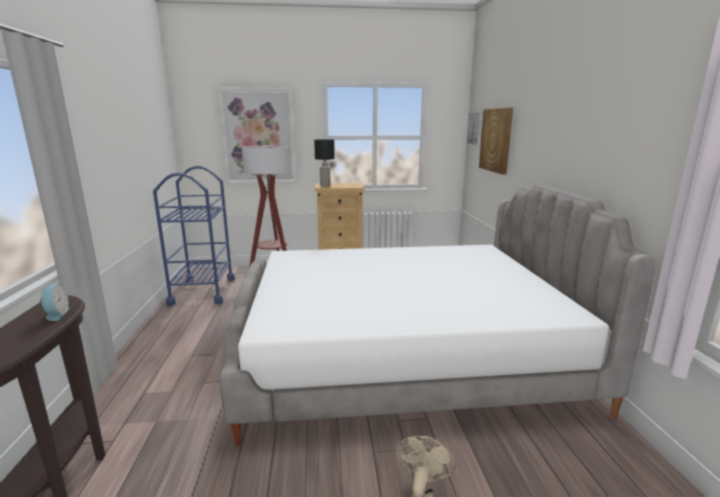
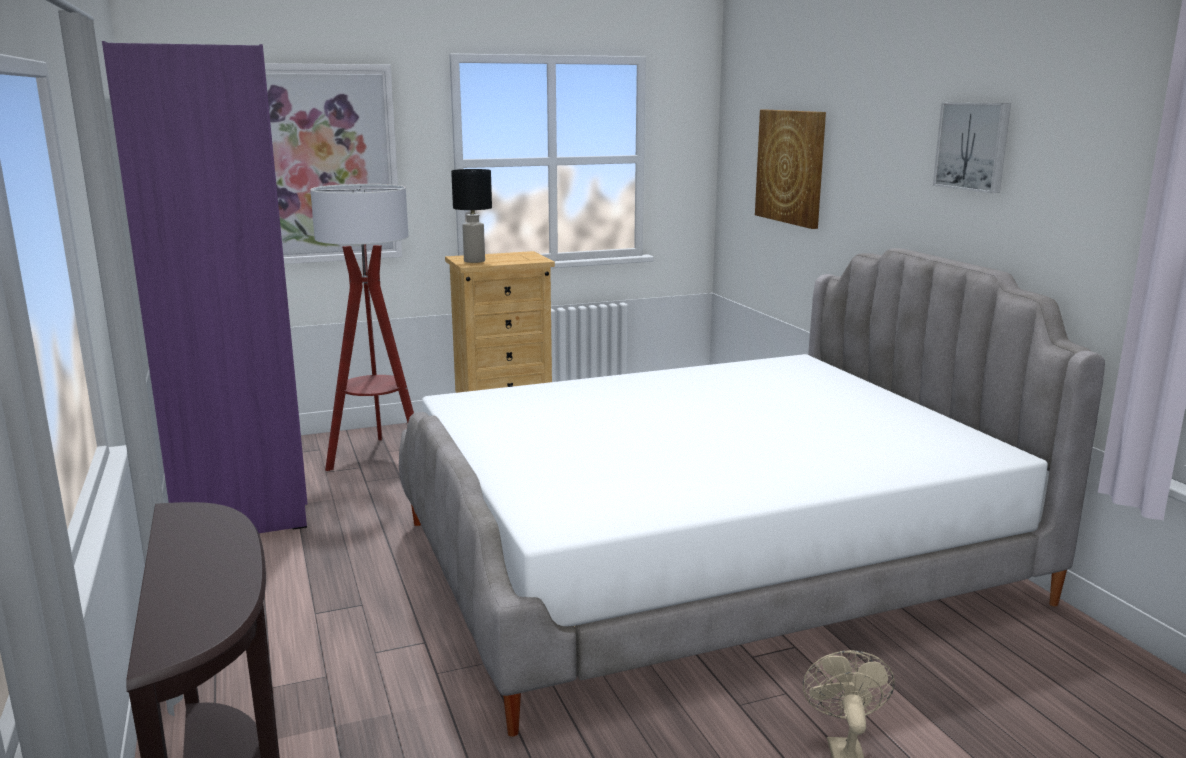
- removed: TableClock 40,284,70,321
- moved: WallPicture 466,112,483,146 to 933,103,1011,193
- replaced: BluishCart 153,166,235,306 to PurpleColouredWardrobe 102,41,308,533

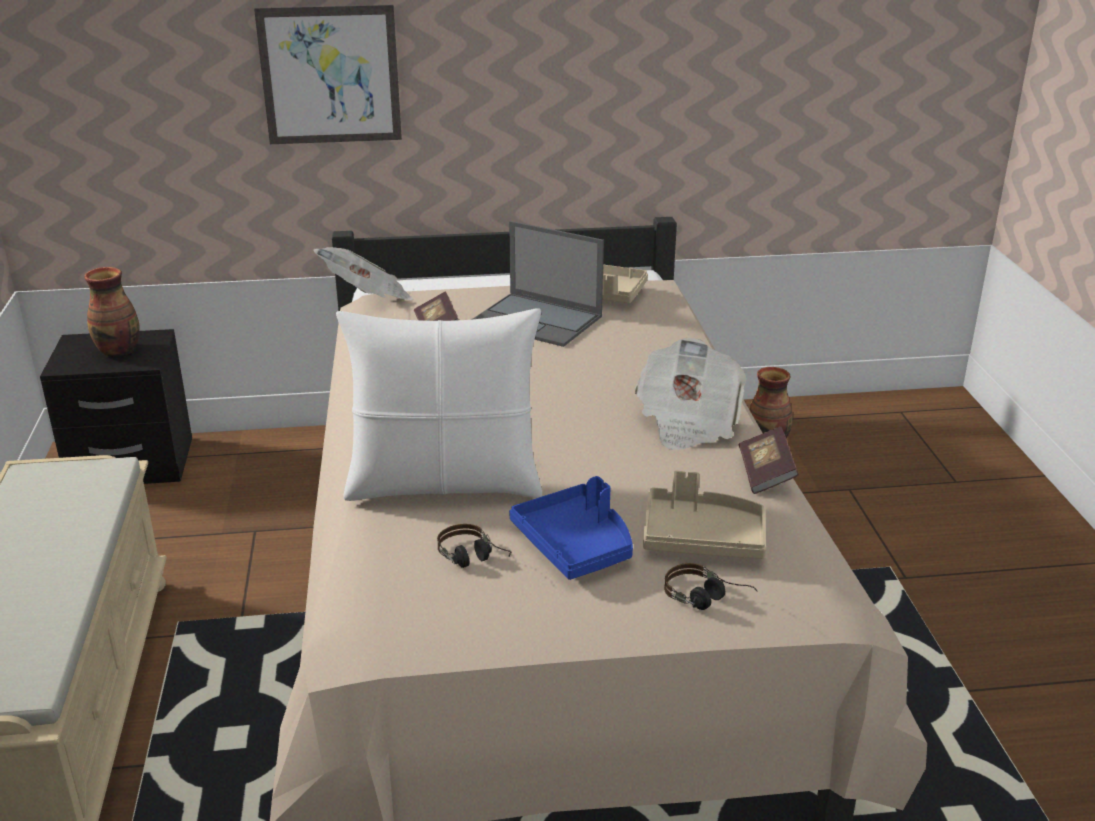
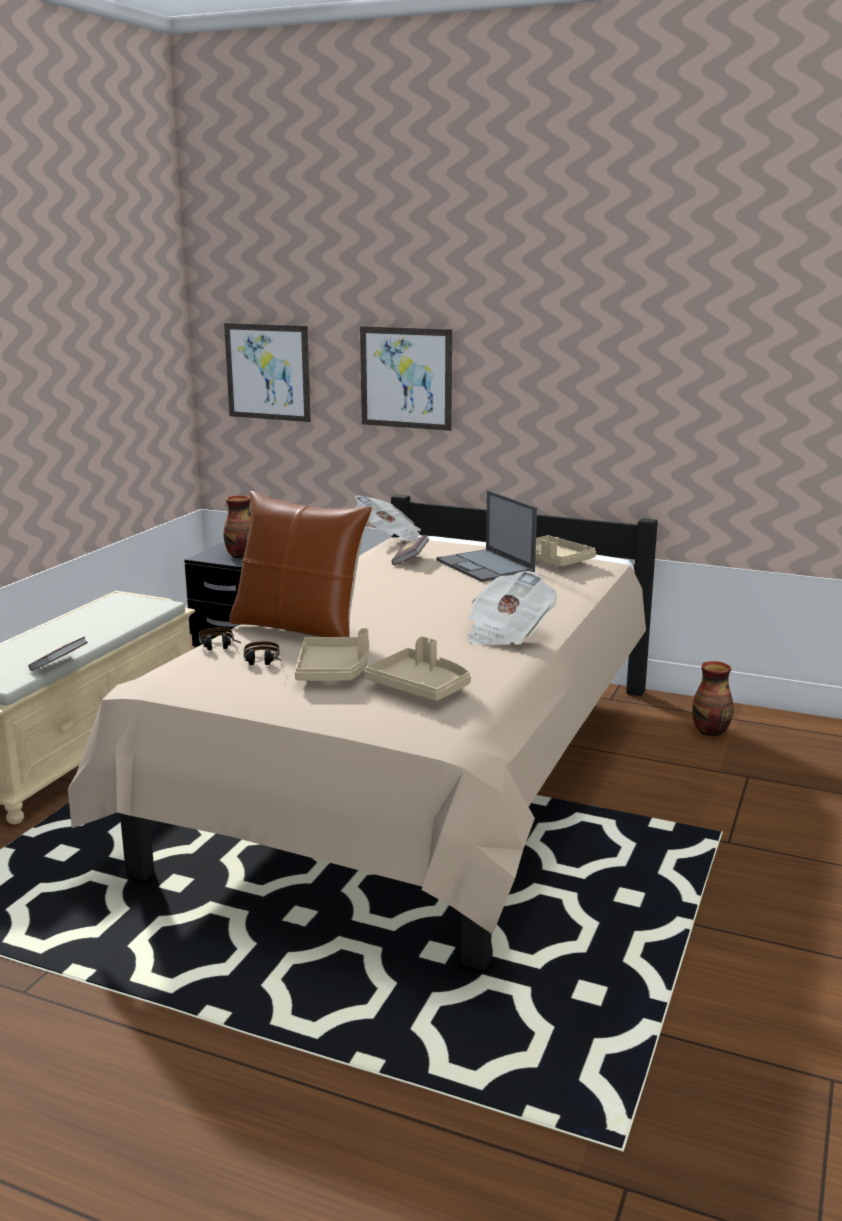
- added: WallPicture 224,323,311,422
- moved: PairOfHeadphones 664,563,758,610 to 199,627,241,650
- moved: Volume 739,426,798,494 to 28,637,88,671
- recoloured: WhiteThrowPillow 336,308,542,501 to BrownishThrowPillow 229,491,372,637
- recoloured: BluishCarryingTray 509,476,633,580 to BeigeCarryingTray 295,628,369,681

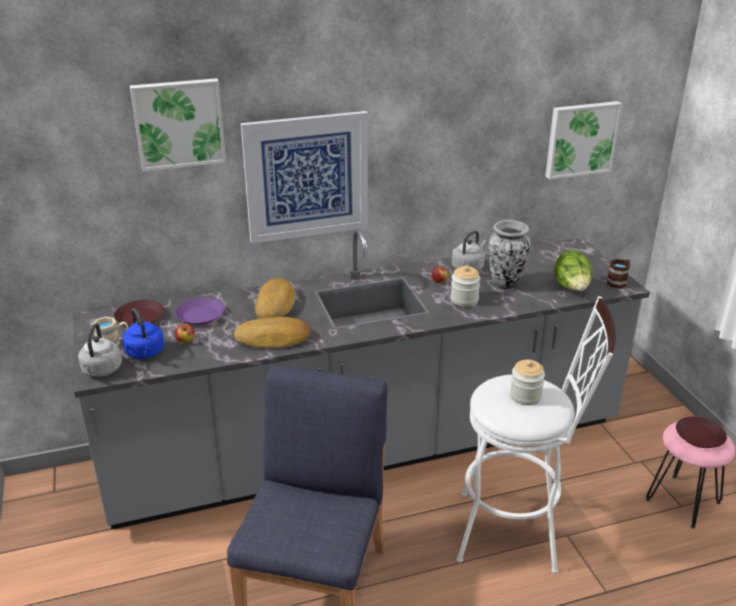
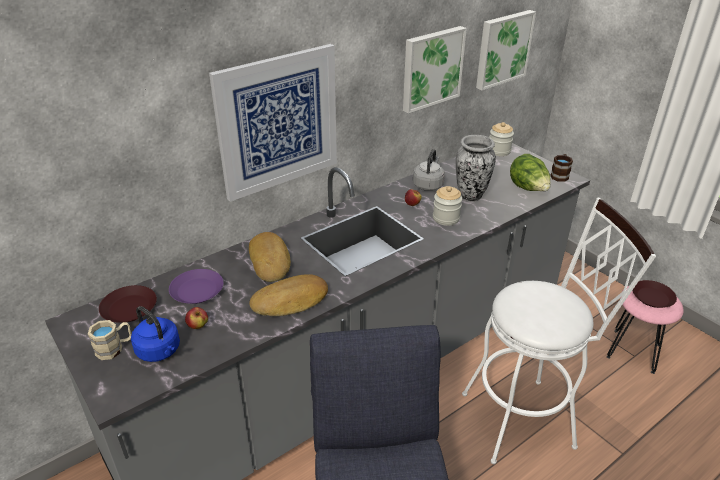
- removed: GreyTeaKettle 78,323,122,377
- moved: WallPicture 130,78,226,172 to 403,26,467,113
- moved: Jar 510,360,545,405 to 489,122,514,156

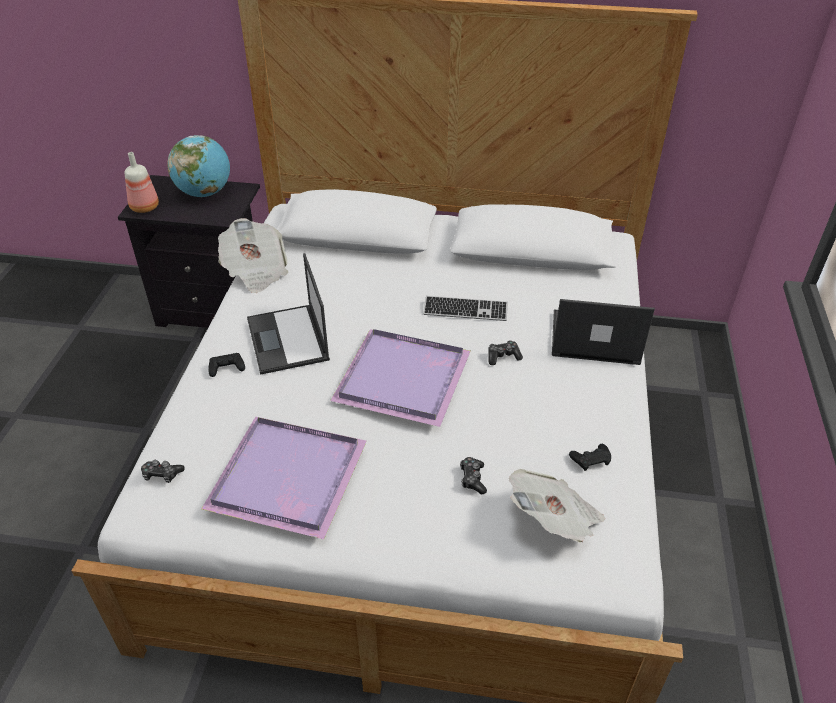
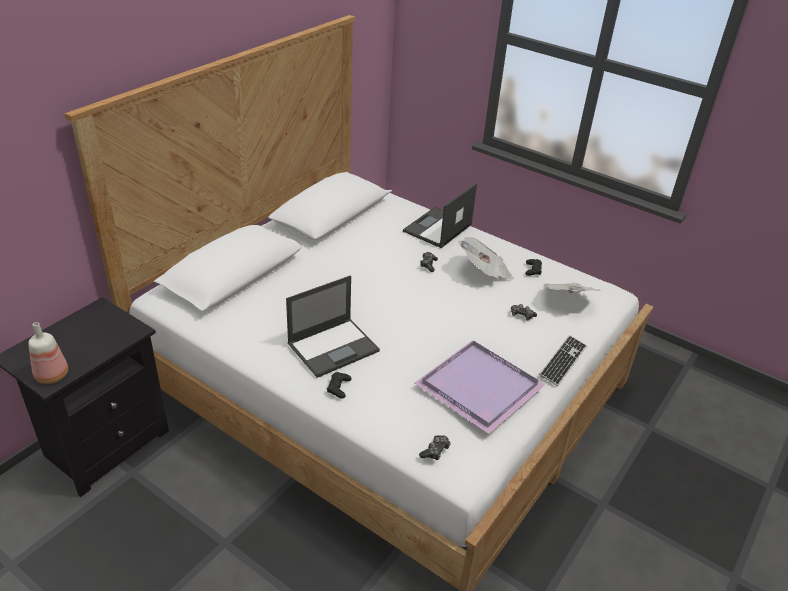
- removed: WorldGlobe 167,135,230,197
- removed: PurpleColouredCarryingTray 330,329,470,427
- moved: PrintedPaper 218,218,288,293 to 458,237,514,280
- moved: PcKeyboard 423,296,508,321 to 539,335,587,386
- turned: NotebookComputer 247,253,330,375 = 286,275,380,378 45 degrees counterclockwise

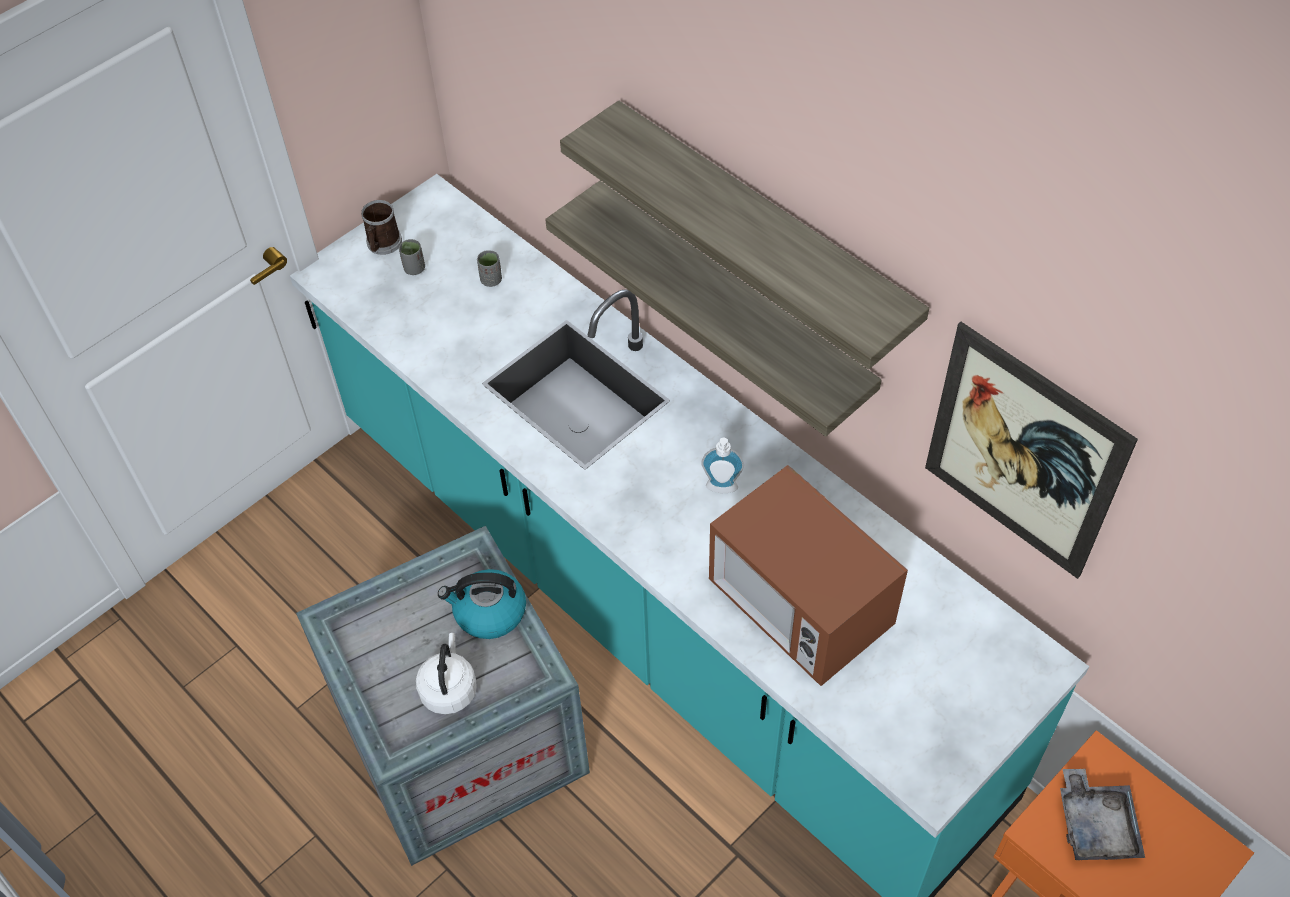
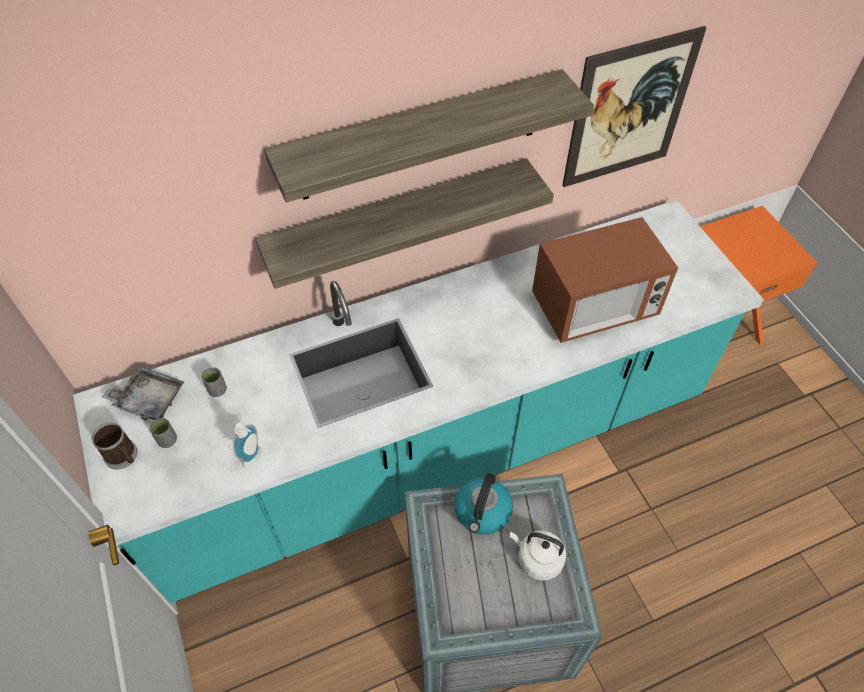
- moved: SoapBottle 701,438,744,493 to 233,423,261,468
- moved: GreyCarryingTray 1060,769,1145,860 to 102,366,184,420

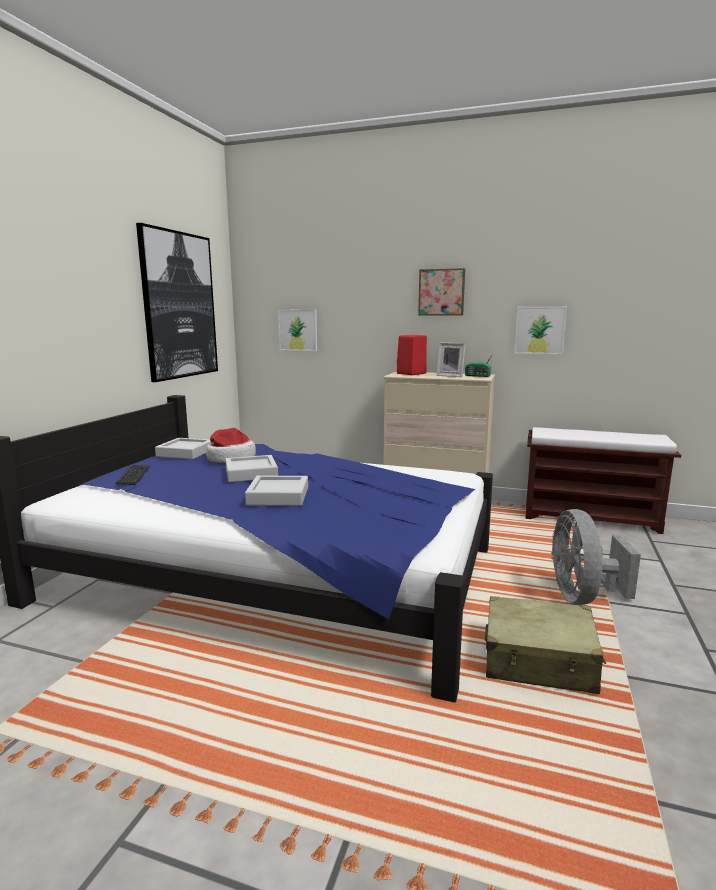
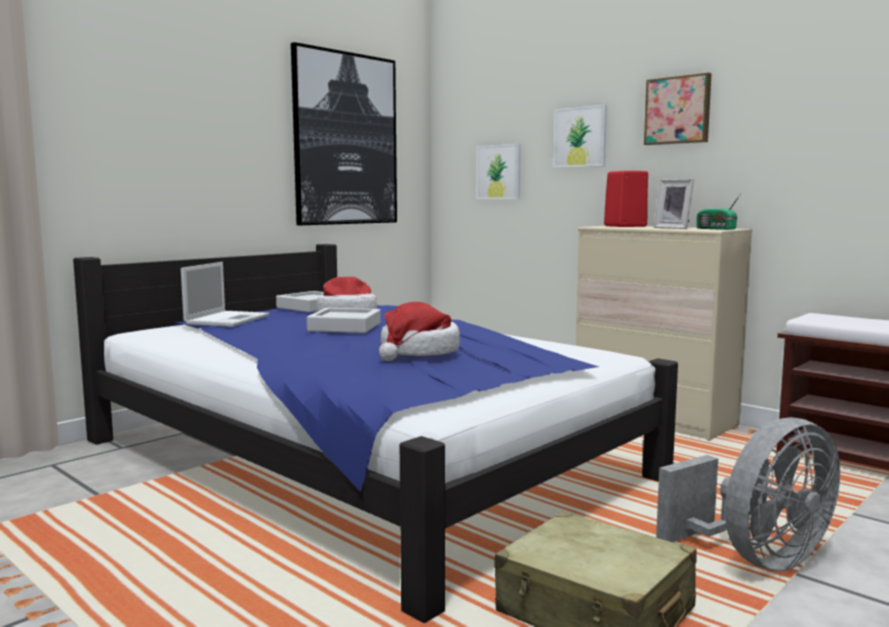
- removed: GreyCarryingTray 245,476,308,506
- added: Hat 379,302,460,361
- moved: WallPicture 514,307,567,355 to 553,105,607,168
- replaced: PcKeyboard 116,465,150,485 to NotebookComputer 181,262,269,327
- turned: GreyElectricFan 551,509,641,605 = 656,417,840,571 150 degrees counterclockwise

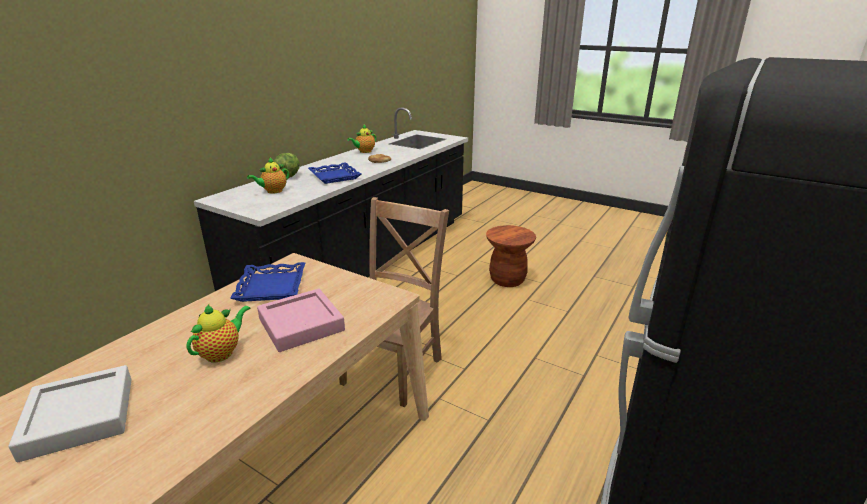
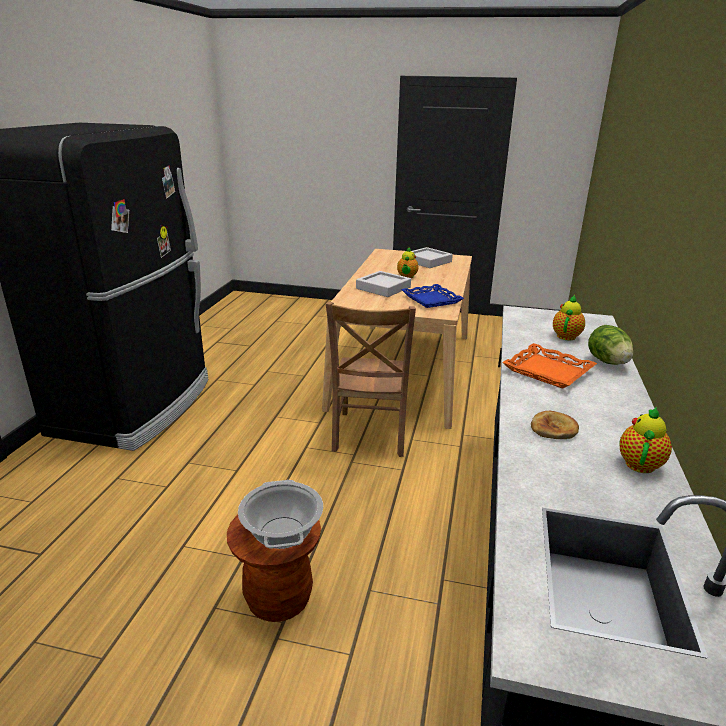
- added: CookingPot 238,480,323,549
- recoloured: PinkColouredCarryingTray 257,289,345,352 to GreyCarryingTray 356,271,411,297
- recoloured: BluishCarryingTray 308,162,361,184 to OrangeyCarryingTray 502,343,597,389

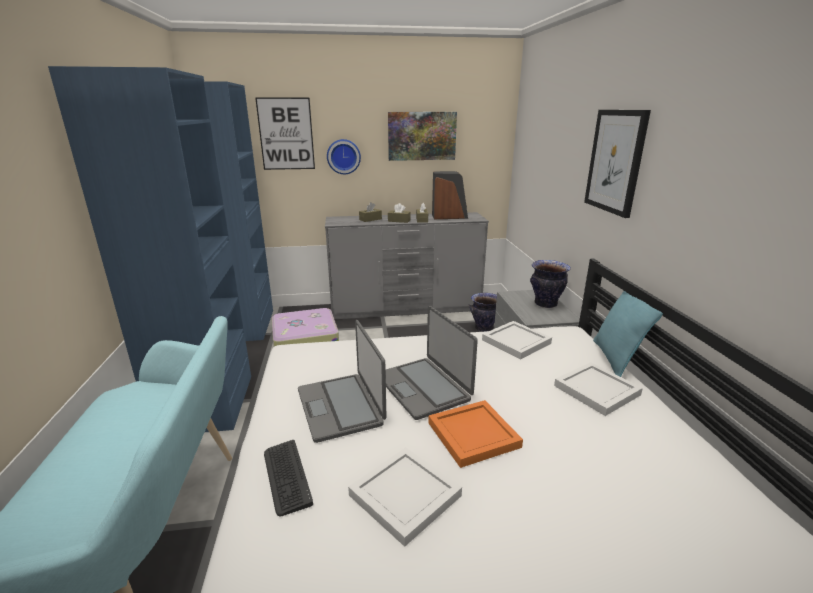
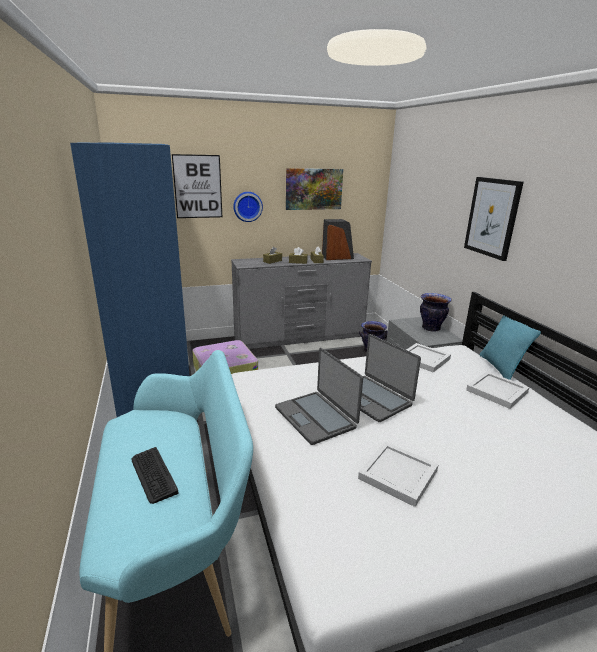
- removed: OrangeyCarryingTray 428,400,523,468
- moved: PcKeyboard 264,440,313,516 to 132,447,178,504

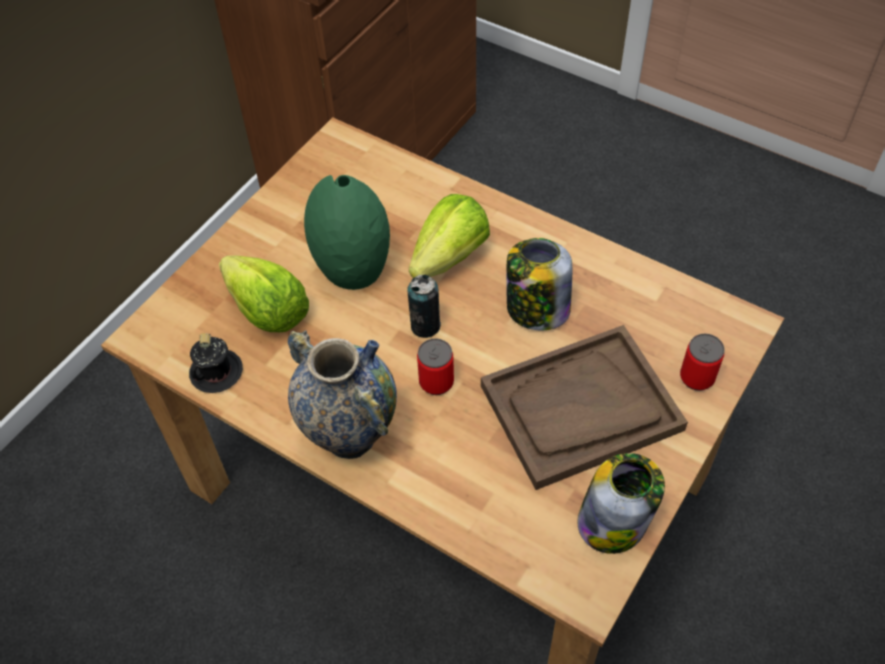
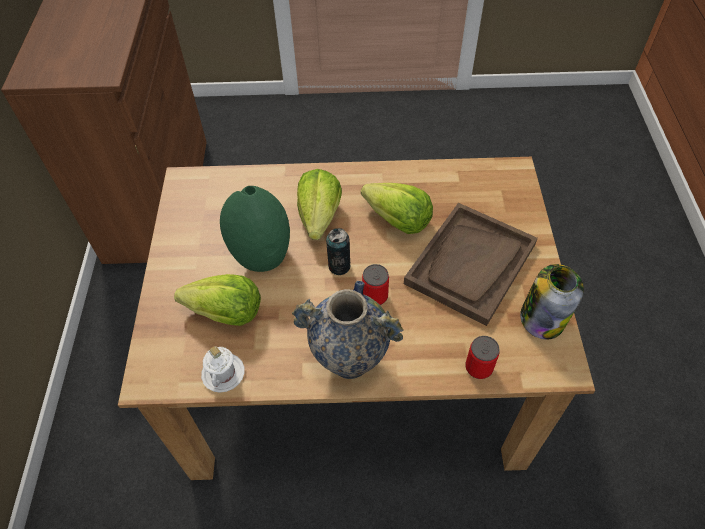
- moved: Can 680,334,724,391 to 465,336,500,379
- replaced: Jar 506,238,572,330 to HeadOfLettuce 361,183,433,234
- recoloured: BlackColouredMug 189,333,243,393 to WhiteMug 201,346,245,393

